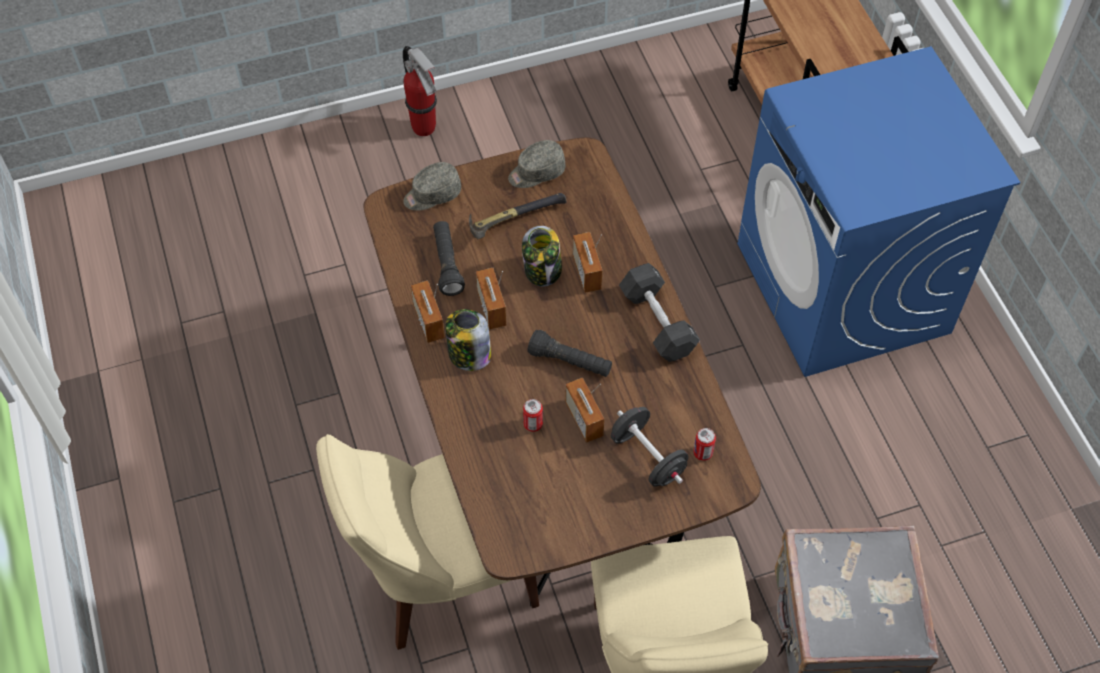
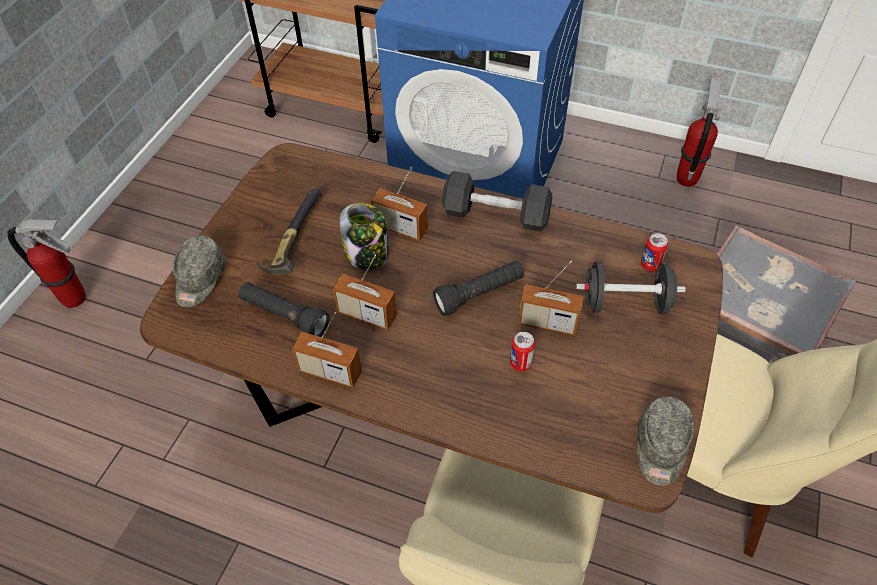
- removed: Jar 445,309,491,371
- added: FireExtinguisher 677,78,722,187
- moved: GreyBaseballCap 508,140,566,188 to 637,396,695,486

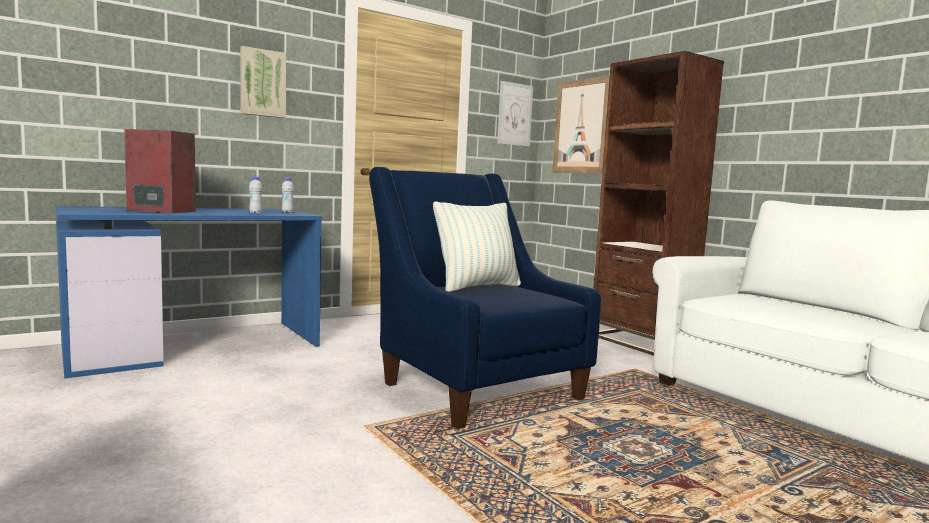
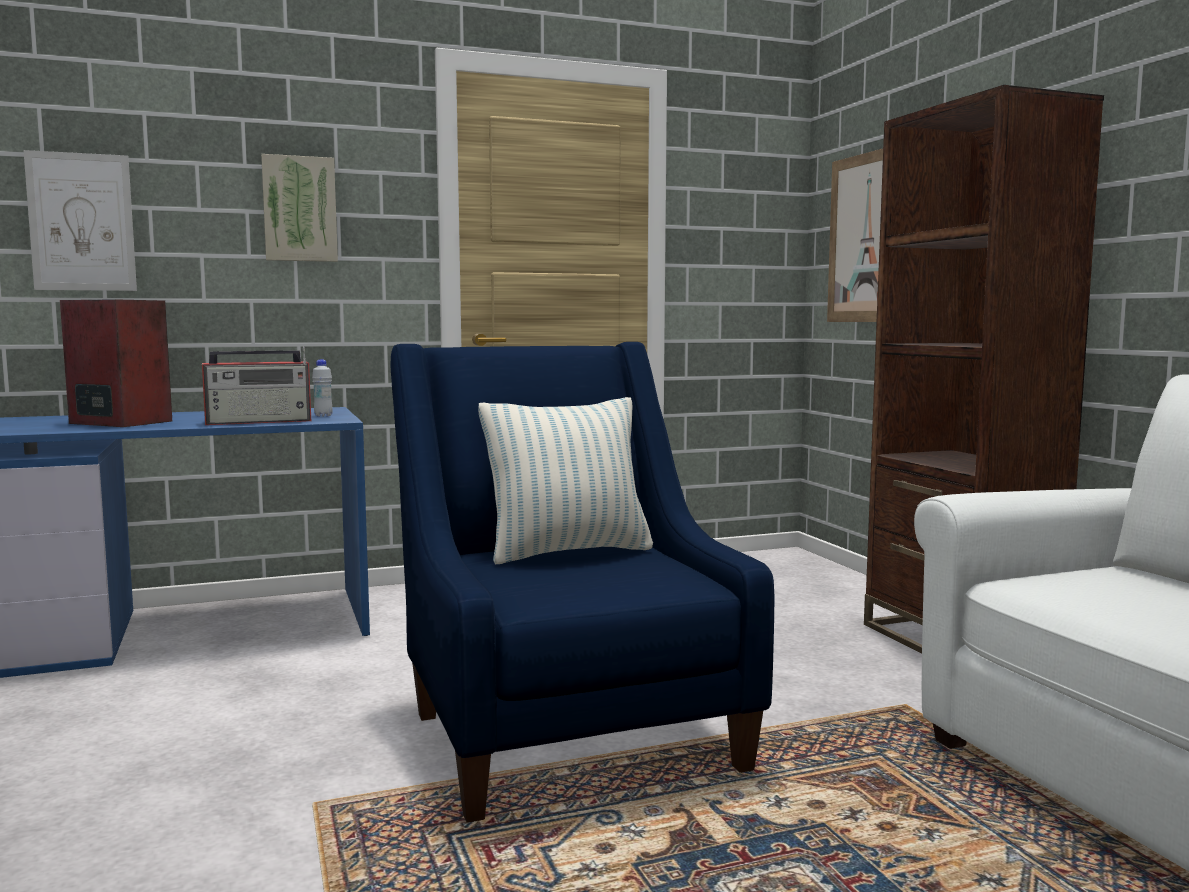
- moved: WallPicture 497,81,533,146 to 23,150,137,291
- replaced: WhiteBeverageBottle 249,176,262,214 to RadioSet 202,346,311,425

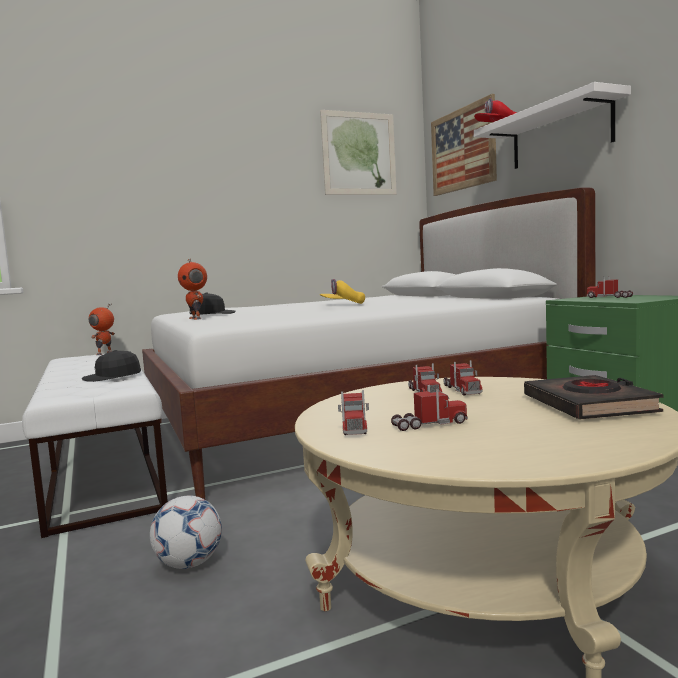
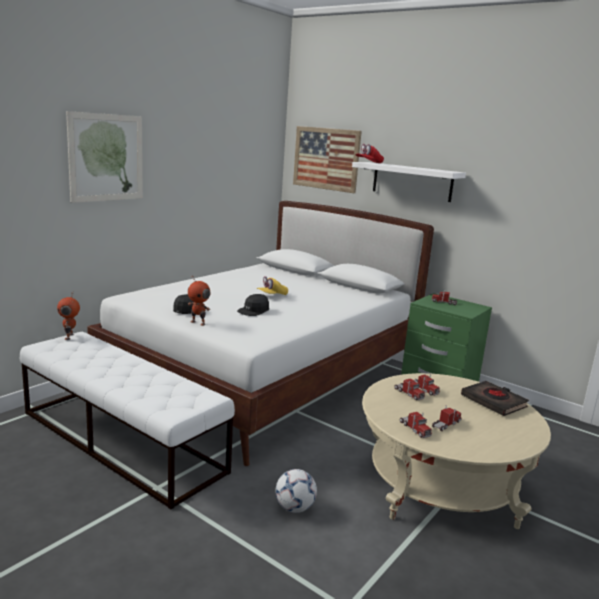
- moved: BlackColouredBaseballCap 82,350,141,382 to 237,294,269,316
- moved: WallPicture 320,110,397,195 to 66,111,143,203

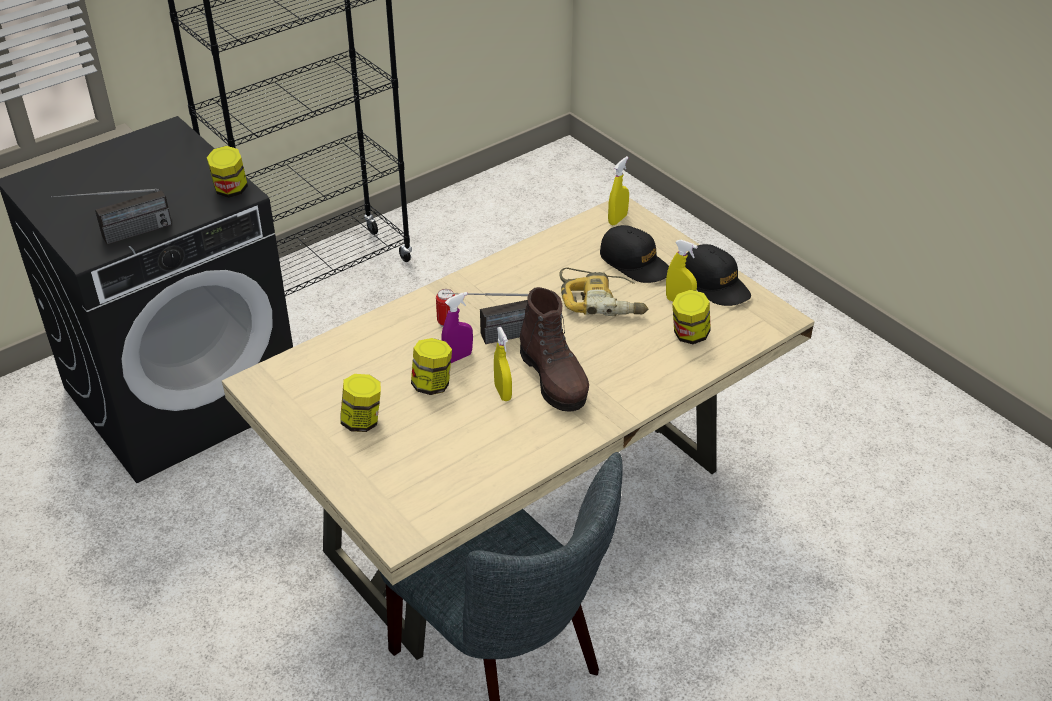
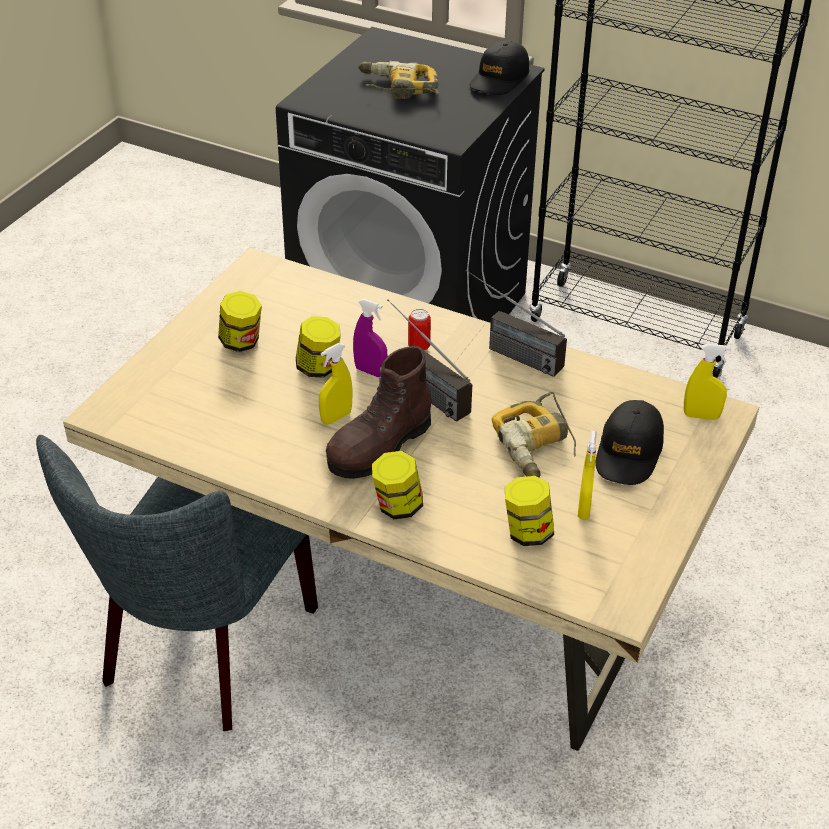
- added: PowerDrill 358,61,439,99
- moved: RadioSet 51,189,172,245 to 466,270,567,377
- moved: Jar 207,146,248,198 to 372,451,423,519
- moved: BlackColouredBaseballCap 685,244,751,306 to 469,41,529,95

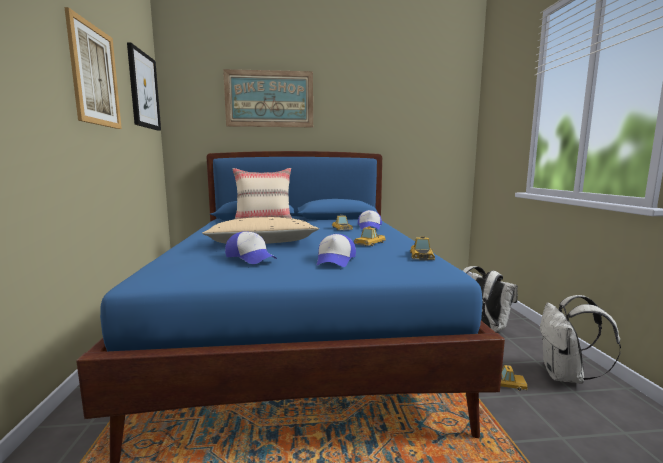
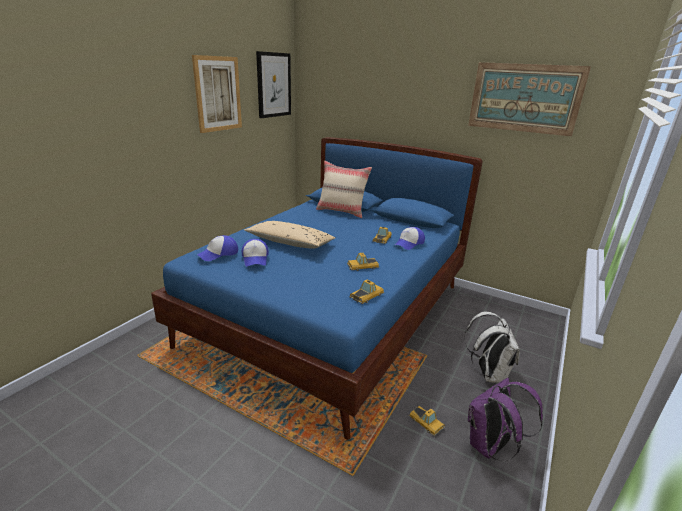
- moved: WallPicture 223,69,313,127 to 468,62,591,137
- moved: BaseballCap 317,234,356,267 to 197,235,238,261
- recoloured: WhiteKnapsack 540,295,621,384 to PurpleColouredKnapsack 468,378,543,461

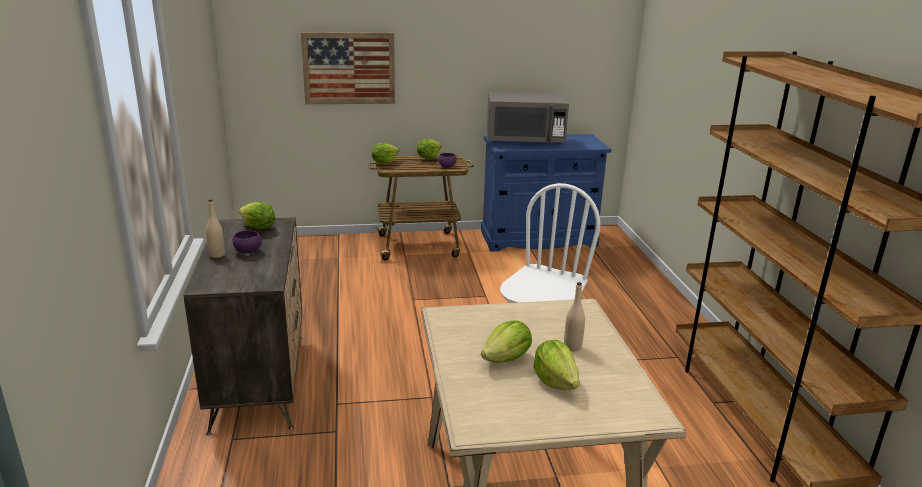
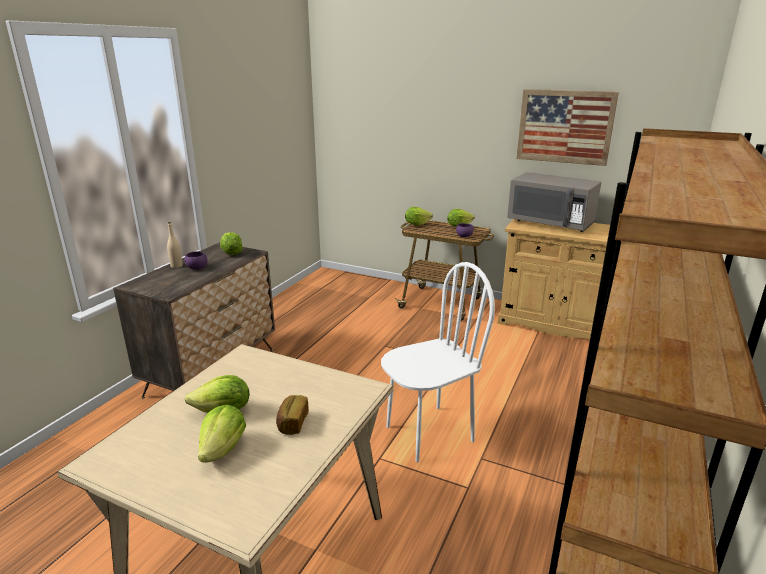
- moved: WallPicture 301,32,395,104 to 516,89,619,166
- replaced: BeigeBeverageBottle 564,282,585,351 to Bread 276,395,309,435
- recoloured: BluishStorageCabinet 481,134,611,252 to BeigeStorageCabinet 497,219,622,339

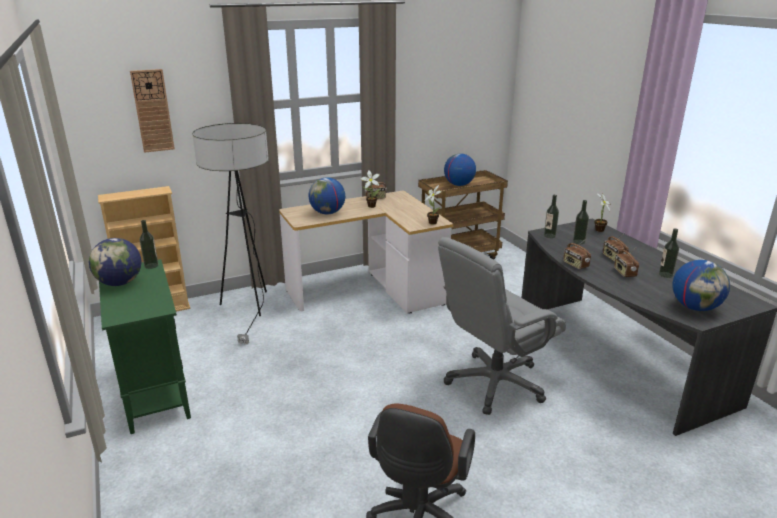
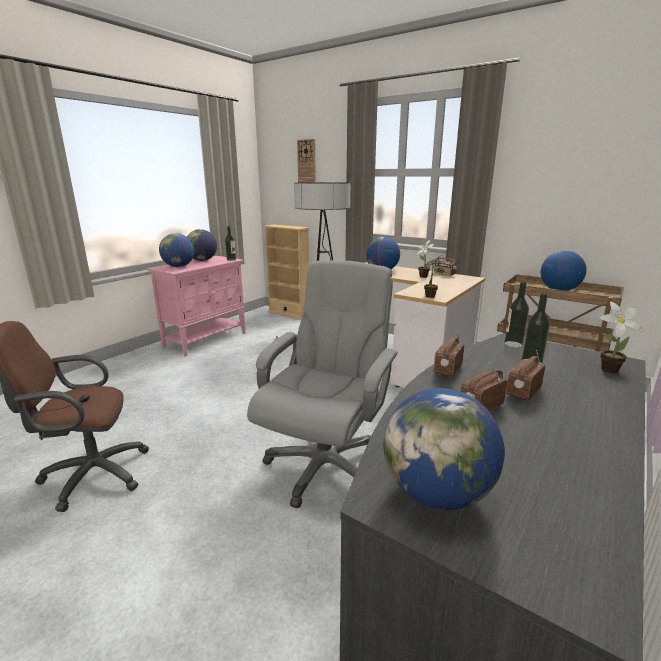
- removed: BeverageBottle 659,228,679,278
- added: WorldGlobe 159,233,194,267
- recoloured: GreenColouredStorageCabinet 99,259,191,434 to PinkColouredStorageCabinet 147,256,246,357
- turned: GreyDeskChair 438,237,566,415 = 247,261,398,508 90 degrees clockwise

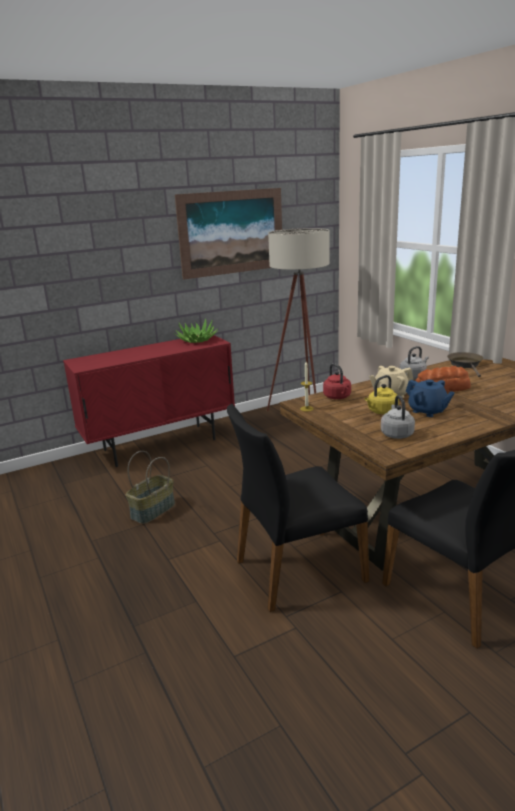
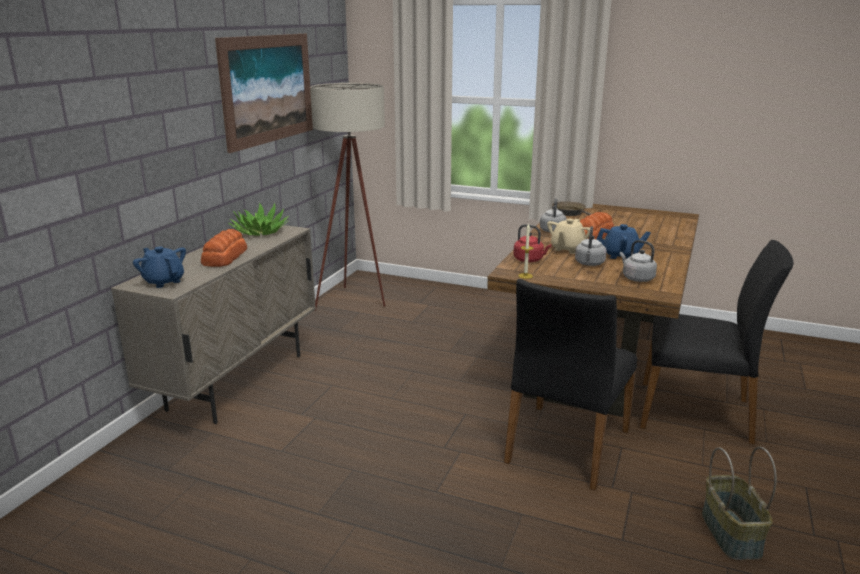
- added: BluishTeapot 133,246,186,288
- added: Bread 201,229,247,267
- moved: HouseholdBasket 126,451,175,524 to 702,447,777,560
- recoloured: ReddishStorageCabinet 63,335,235,467 to BeigeStorageCabinet 111,225,316,424
- recoloured: YellowTeaKettle 364,375,399,414 to GreyTeaKettle 575,226,607,266

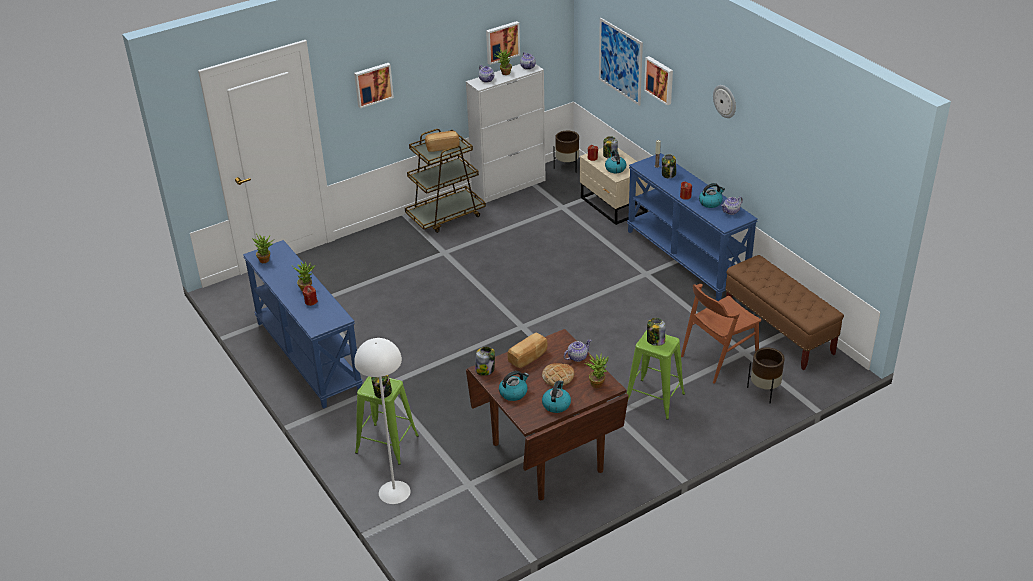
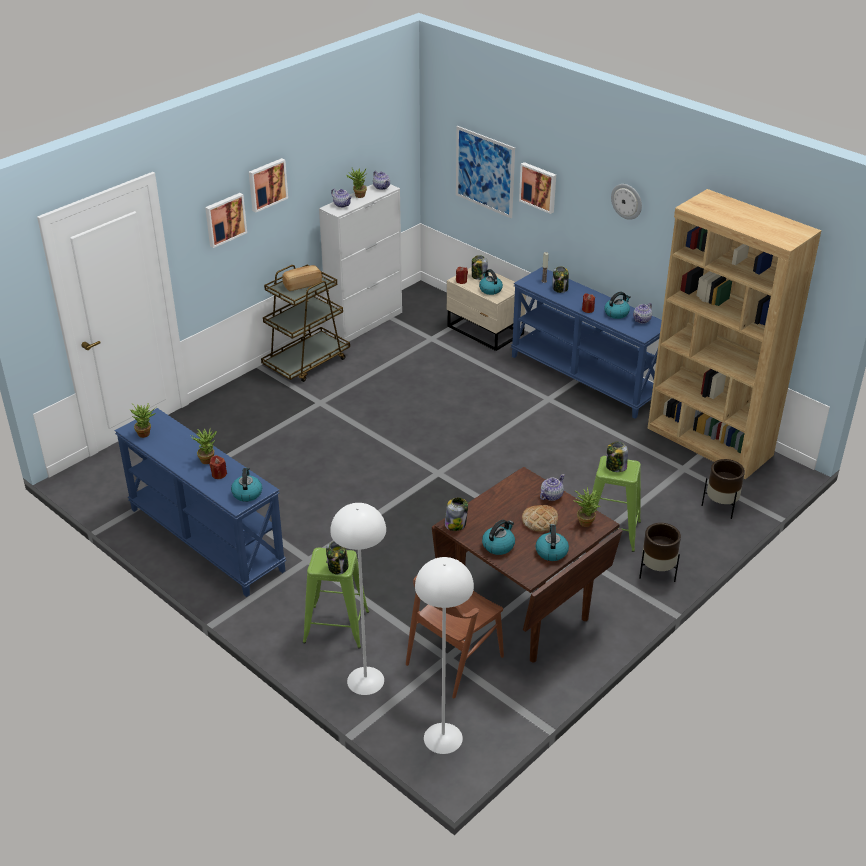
- removed: Bread 507,332,548,368
- added: TeaKettle 231,468,262,502
- added: WhiteStandingLamp 415,557,474,754
- moved: WallPicture 486,21,520,65 to 249,158,288,212
- moved: BrownishFlowerPot 554,131,579,173 to 639,523,681,582
- moved: BrownishPlainChair 681,284,761,384 to 406,576,504,698
- replaced: BrownishIndoorBench 725,255,844,370 to BrownishBookcase 648,189,822,480

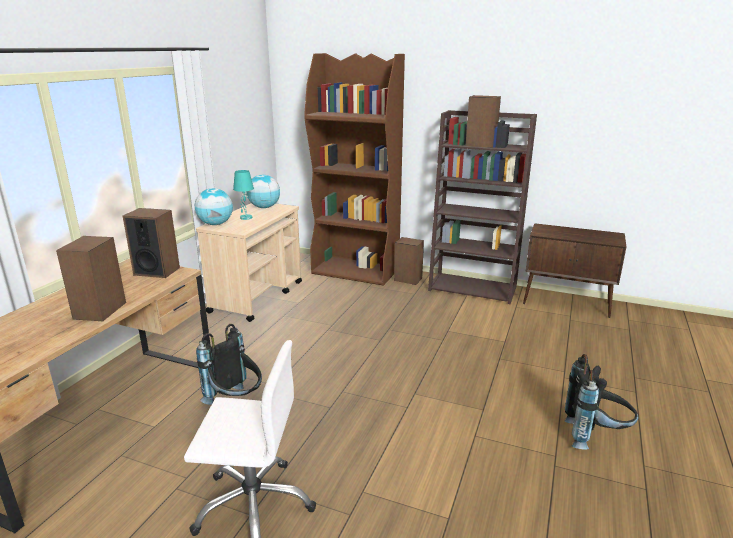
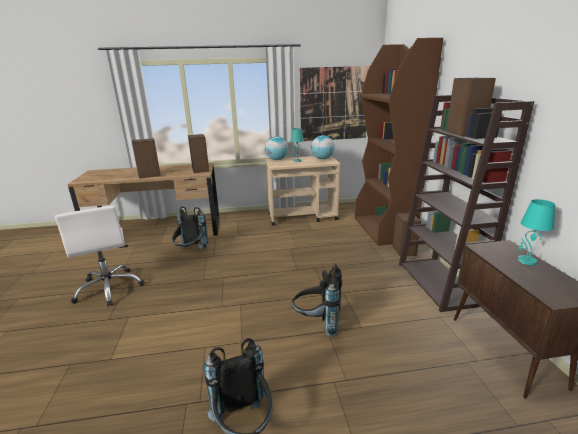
- added: BlackColouredKnapsack 292,263,342,337
- added: WallPicture 300,66,370,141
- added: TurquoiseLampForATable 518,199,555,265

